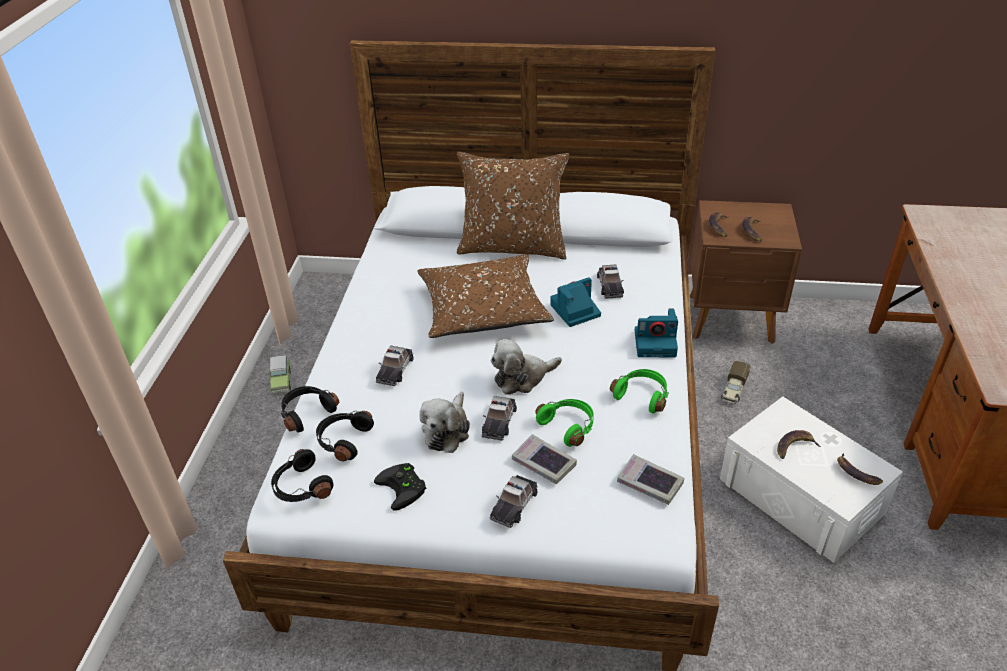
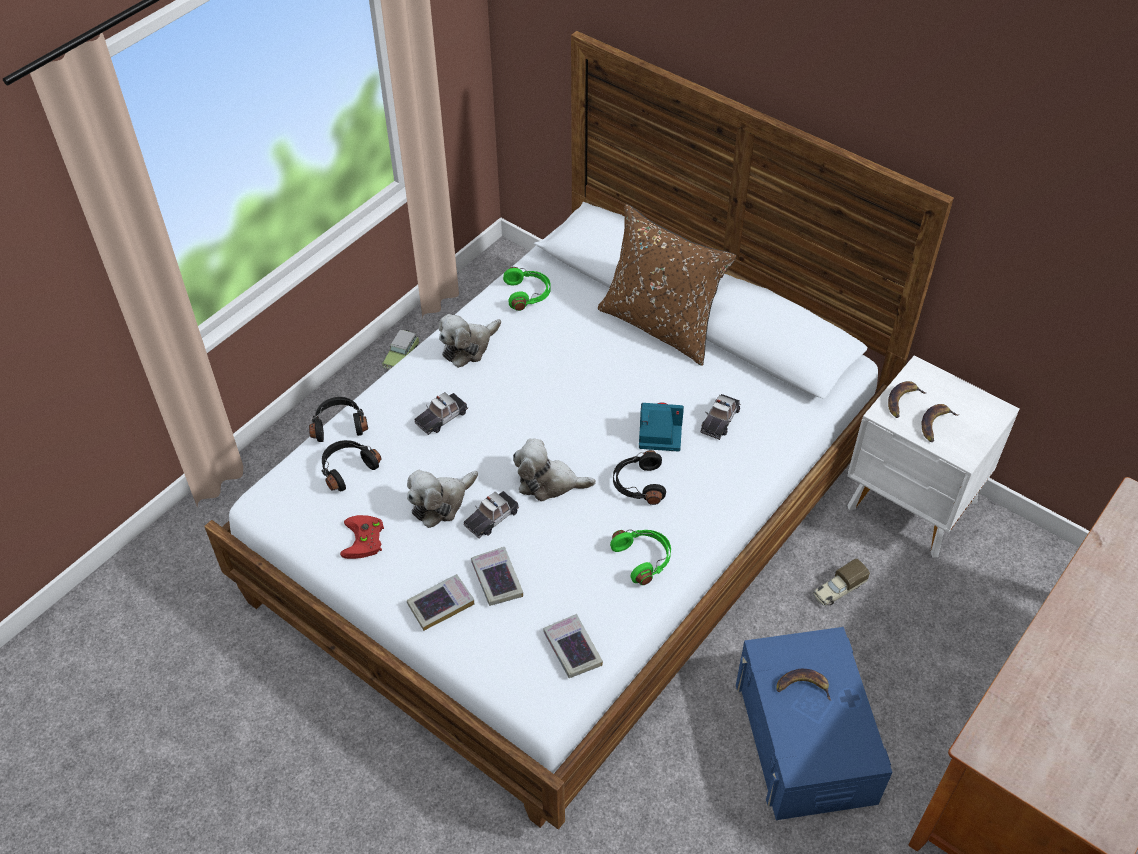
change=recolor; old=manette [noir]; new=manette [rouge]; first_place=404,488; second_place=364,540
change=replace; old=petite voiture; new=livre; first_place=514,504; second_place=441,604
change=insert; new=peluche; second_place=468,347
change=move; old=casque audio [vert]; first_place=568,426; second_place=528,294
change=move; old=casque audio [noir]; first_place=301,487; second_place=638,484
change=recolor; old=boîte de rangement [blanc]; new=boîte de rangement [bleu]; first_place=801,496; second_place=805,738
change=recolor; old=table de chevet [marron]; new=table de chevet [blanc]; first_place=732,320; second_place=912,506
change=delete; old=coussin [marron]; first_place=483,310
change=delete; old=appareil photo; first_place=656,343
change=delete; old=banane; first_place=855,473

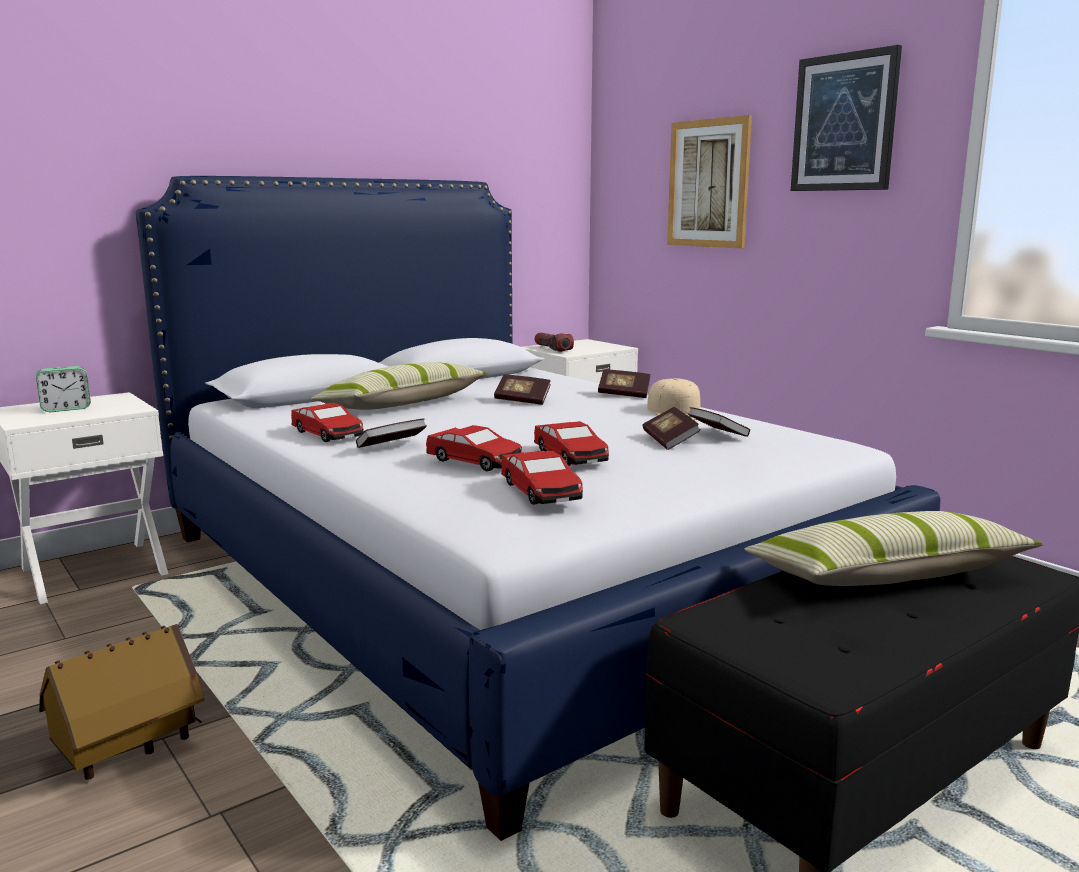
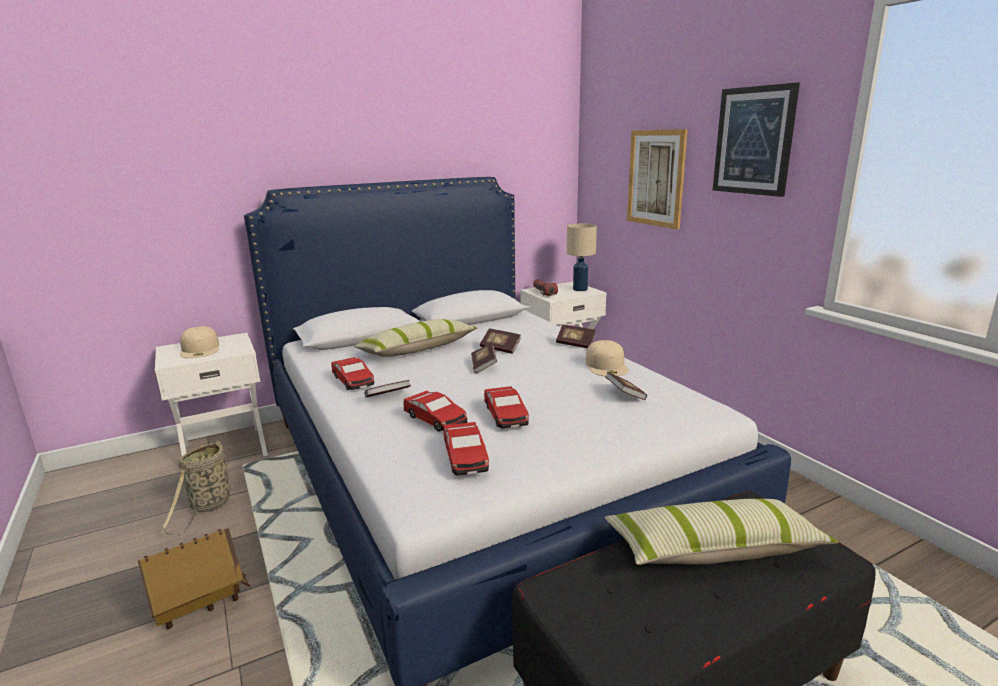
change=insert; new=panier; second_place=209,506
change=replace; old=réveil; new=casquette [beige]; first_place=66,409; second_place=200,349
change=move; old=livre; first_place=670,441; second_place=484,365
change=insert; new=lampe de table [beige]; second_place=580,289

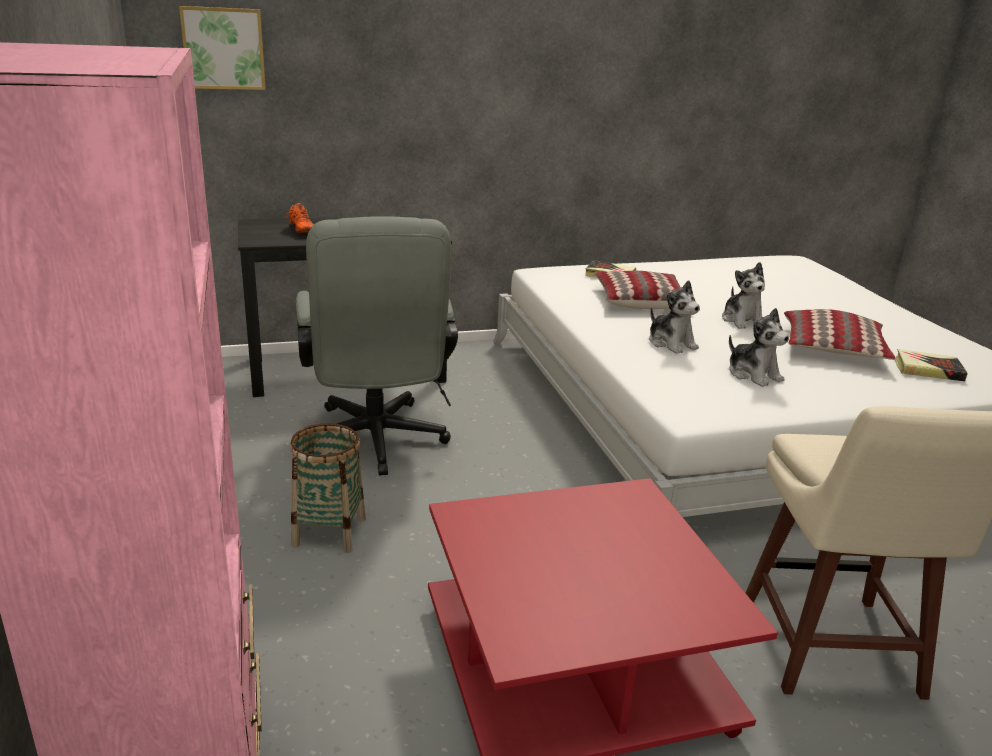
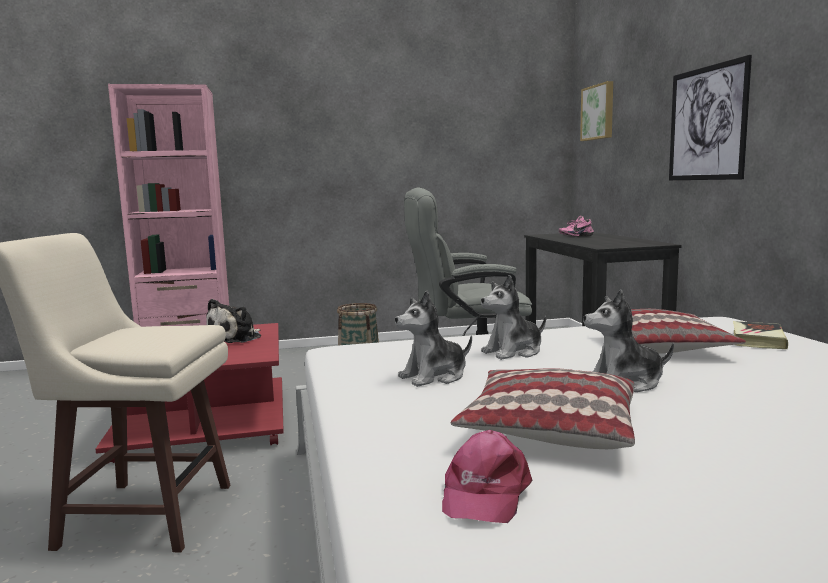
change=insert; new=peluche; second_place=236,338
change=replace; old=livre; new=casquette [rose]; first_place=928,370; second_place=484,492
change=recolor; old=chaussure [orange]; new=chaussure [rose]; first_place=299,231; second_place=575,236
change=insert; new=tableau; second_place=707,123

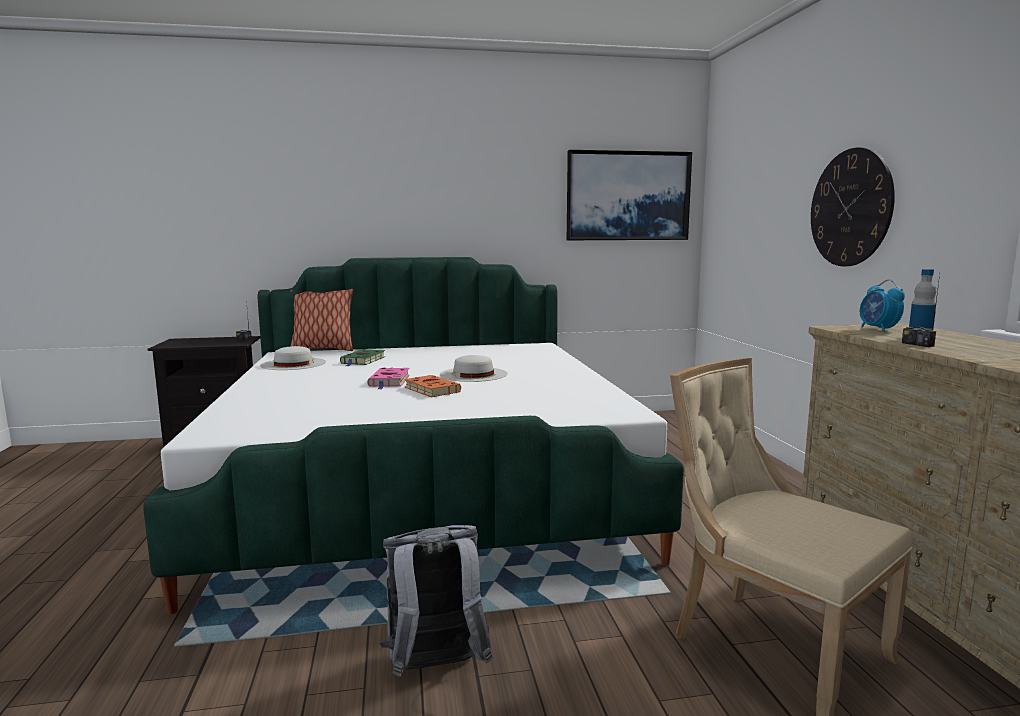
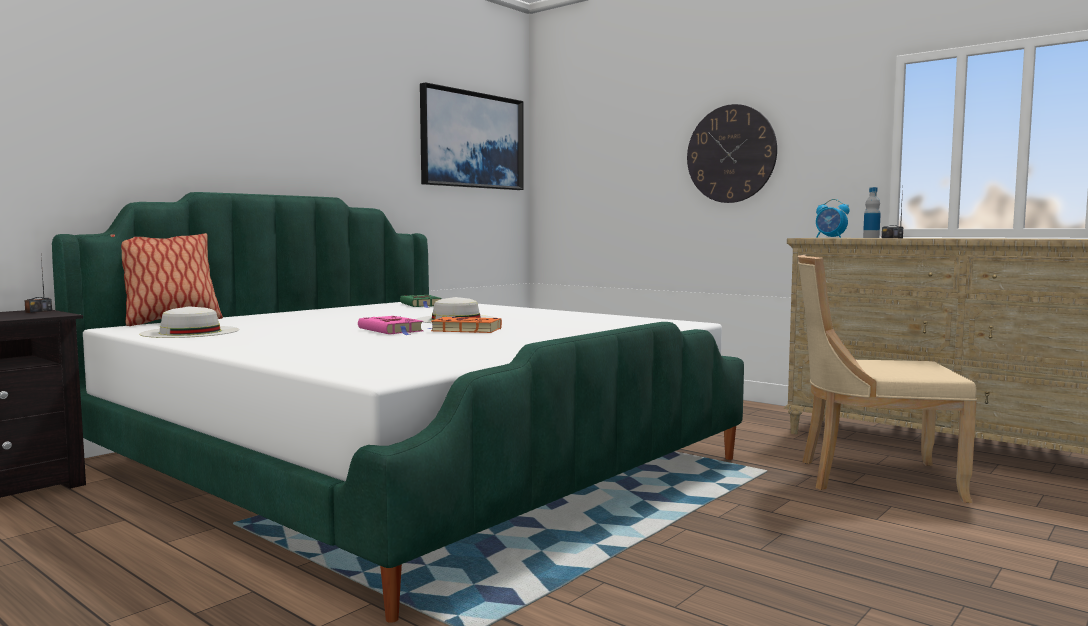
change=move; old=livre [vert]; first_place=363,360; second_place=421,305
change=delete; old=sac à dos [gris]; first_place=436,669

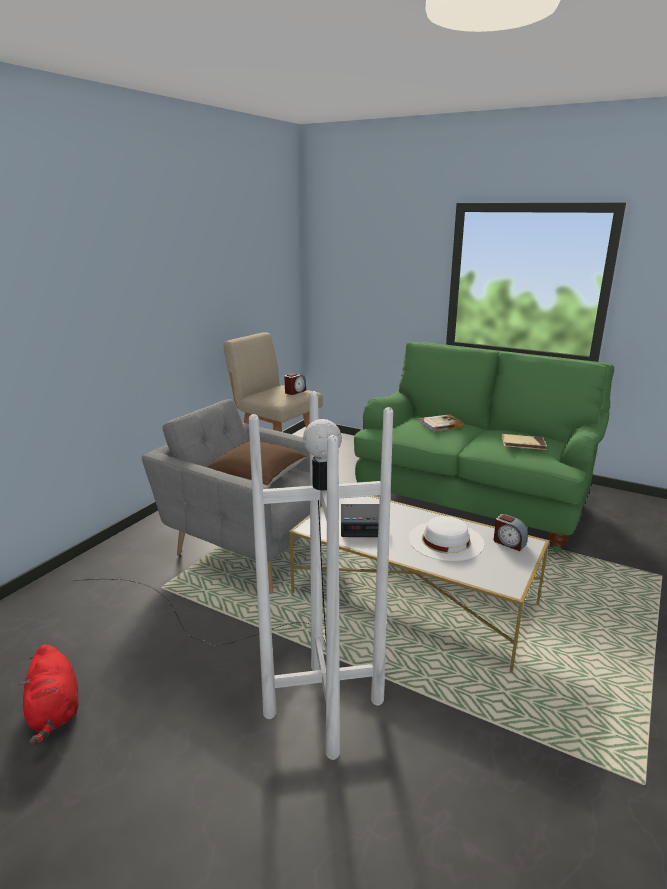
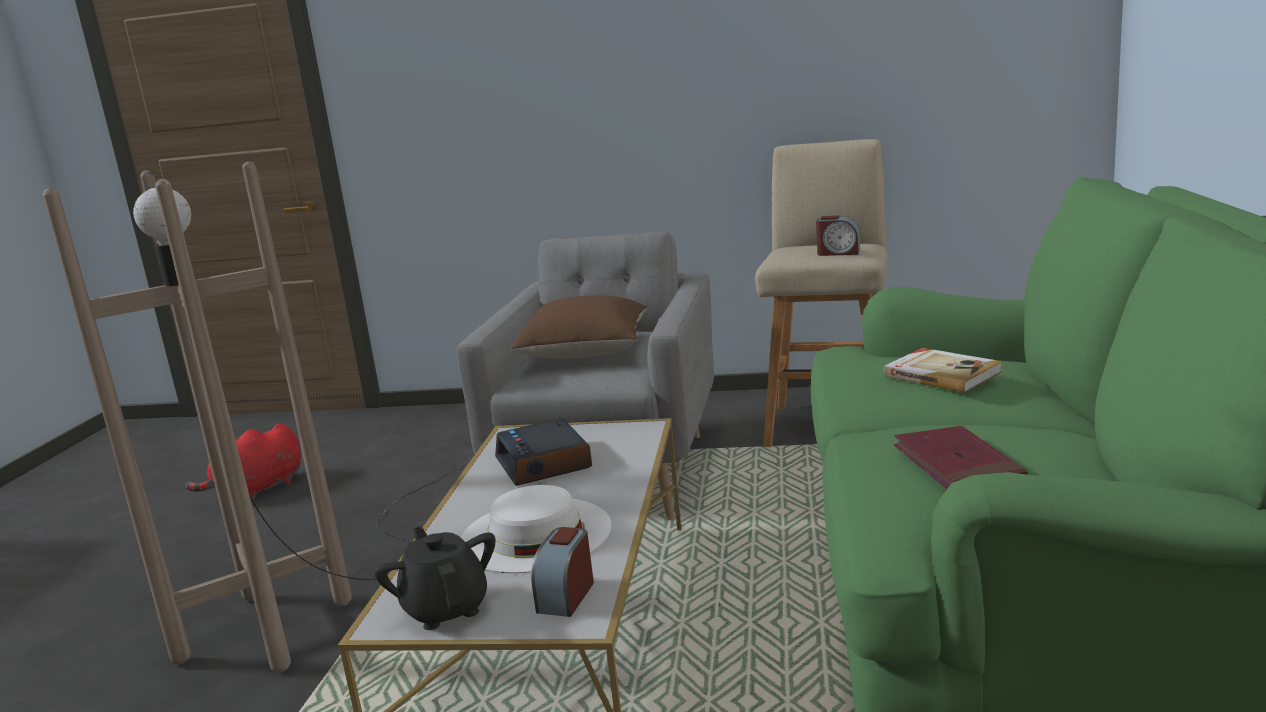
change=recolor; old=lampadaire [blanc]; new=lampadaire [marron]; first_place=262,661; second_place=354,563
change=insert; new=théière [noir]; second_place=446,608
change=recolor; old=livre [beige]; new=livre [rouge]; first_place=523,444; second_place=957,465

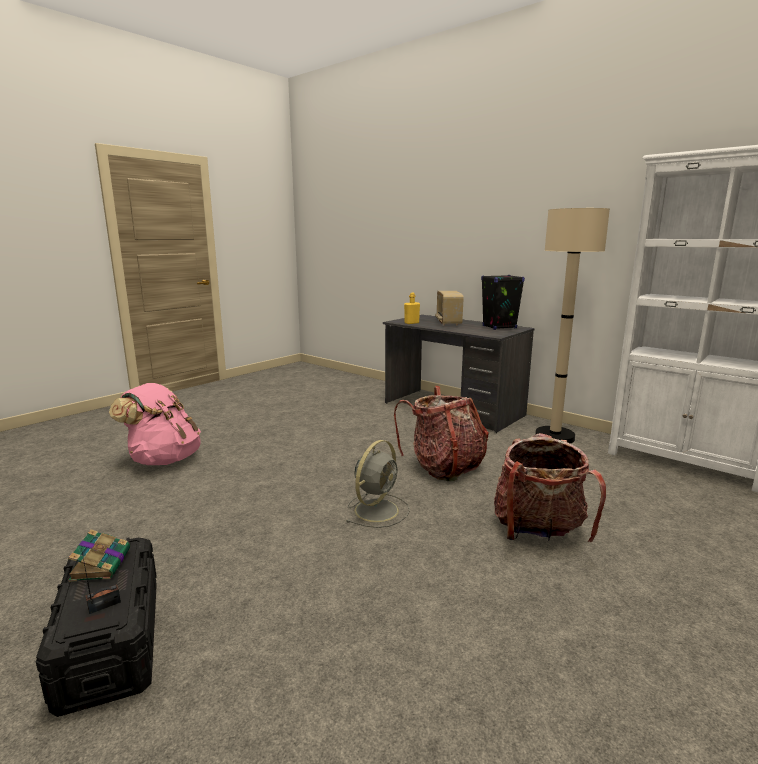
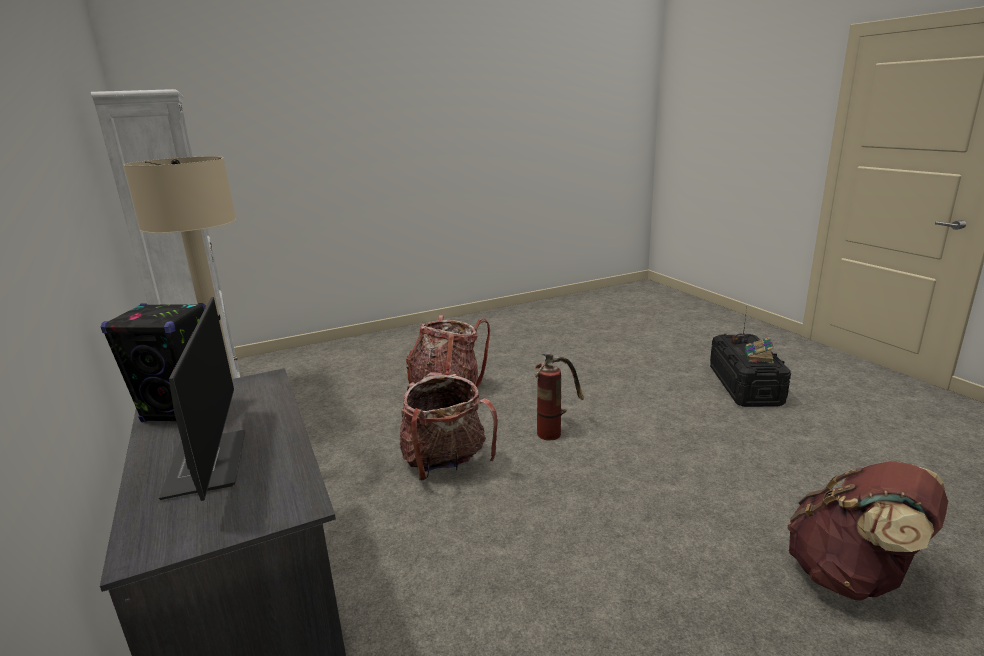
change=replace; old=radio; new=écran d'ordinateur; first_place=448,322; second_place=206,463
change=replace; old=ventilateur [gris]; new=extincteur; first_place=377,509; second_place=554,429
change=recolor; old=sac à dos [rose]; new=sac à dos [marron]; first_place=164,459; second_place=852,576
change=delete; old=bouteille [jaune]; first_place=411,323

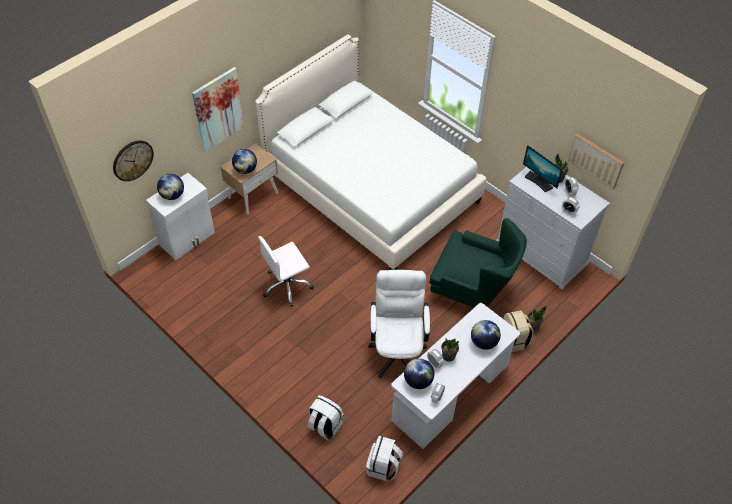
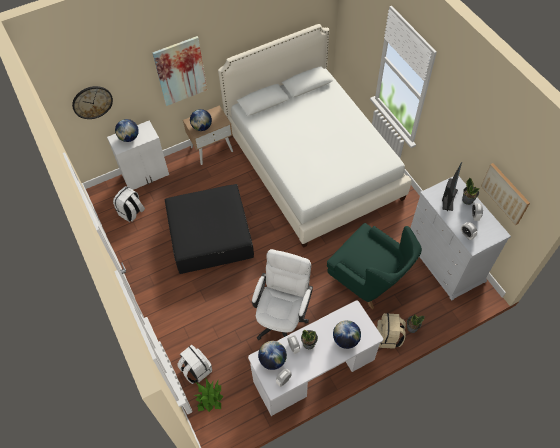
change=move; old=sac à dos [blanc]; first_place=383,467; second_place=132,212
change=replace; old=chaise de bureau [blanc]; new=pouf [noir]; first_place=287,286; second_place=210,236
change=insert; new=plante en pot; second_place=209,397
change=rotate; old=écran d'ordinateur; first_place=539,181; second_place=448,198; degrees=-135

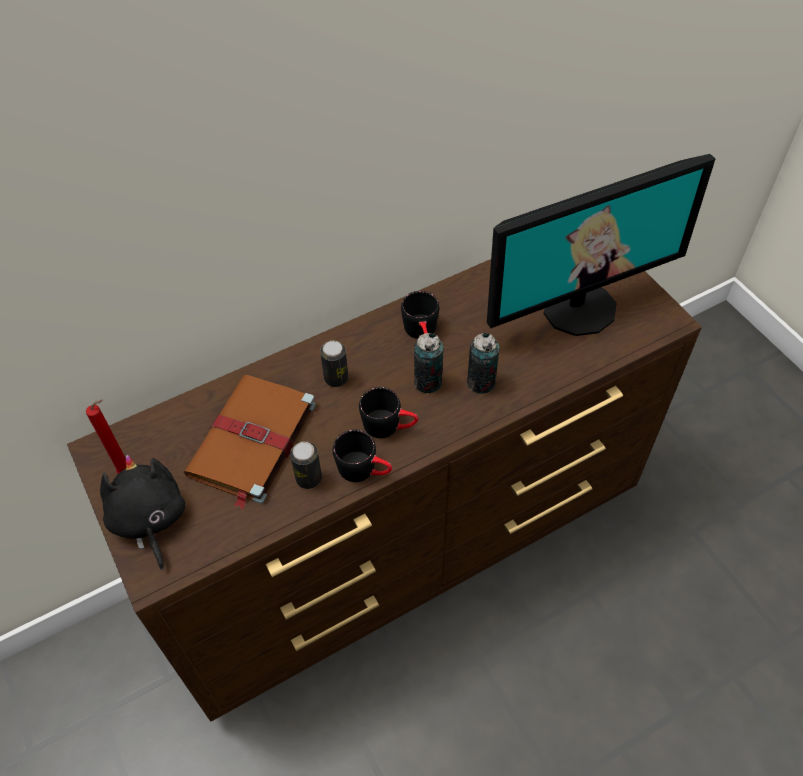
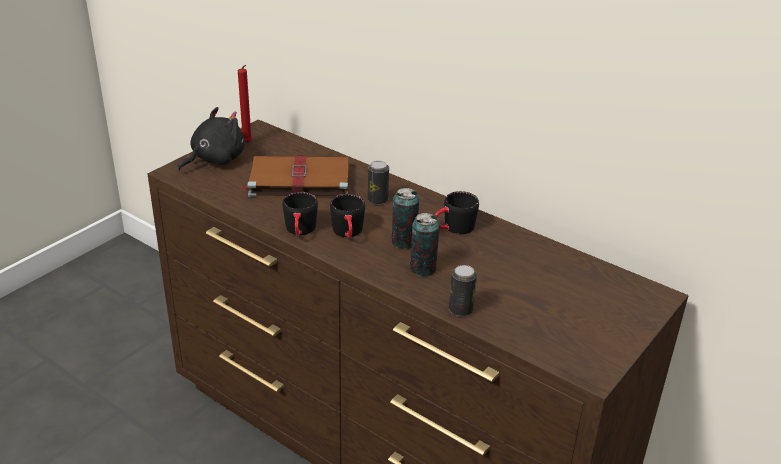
change=move; old=boîte métallique; first_place=309,478; second_place=461,309
change=delete; old=écran d'ordinateur; first_place=579,308

